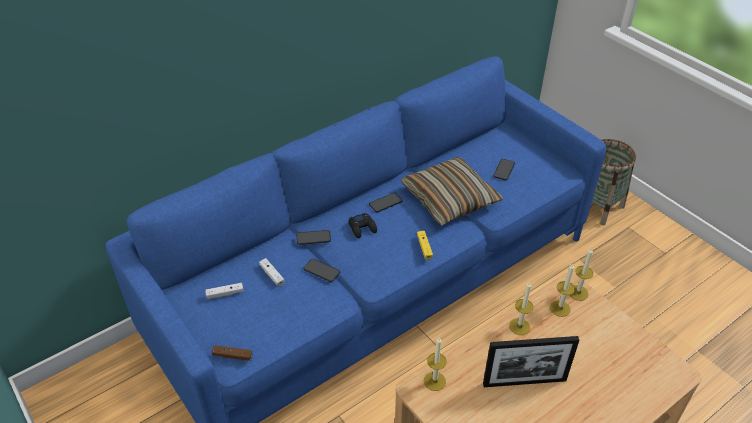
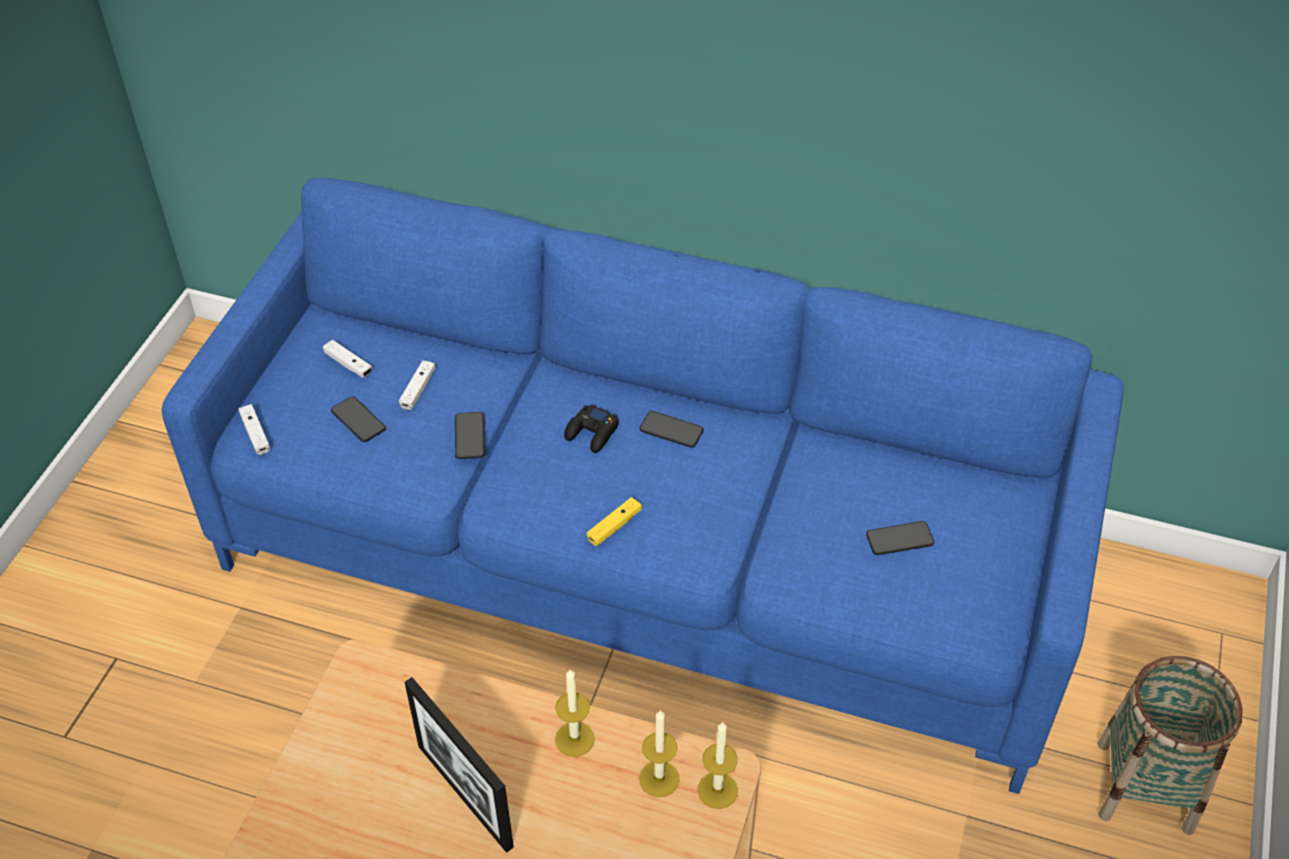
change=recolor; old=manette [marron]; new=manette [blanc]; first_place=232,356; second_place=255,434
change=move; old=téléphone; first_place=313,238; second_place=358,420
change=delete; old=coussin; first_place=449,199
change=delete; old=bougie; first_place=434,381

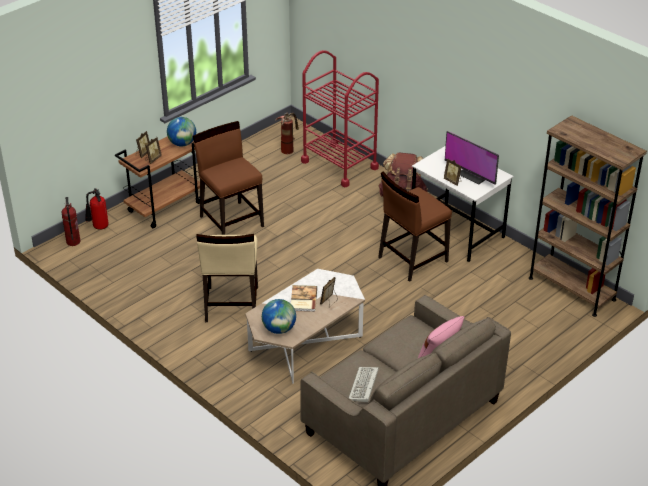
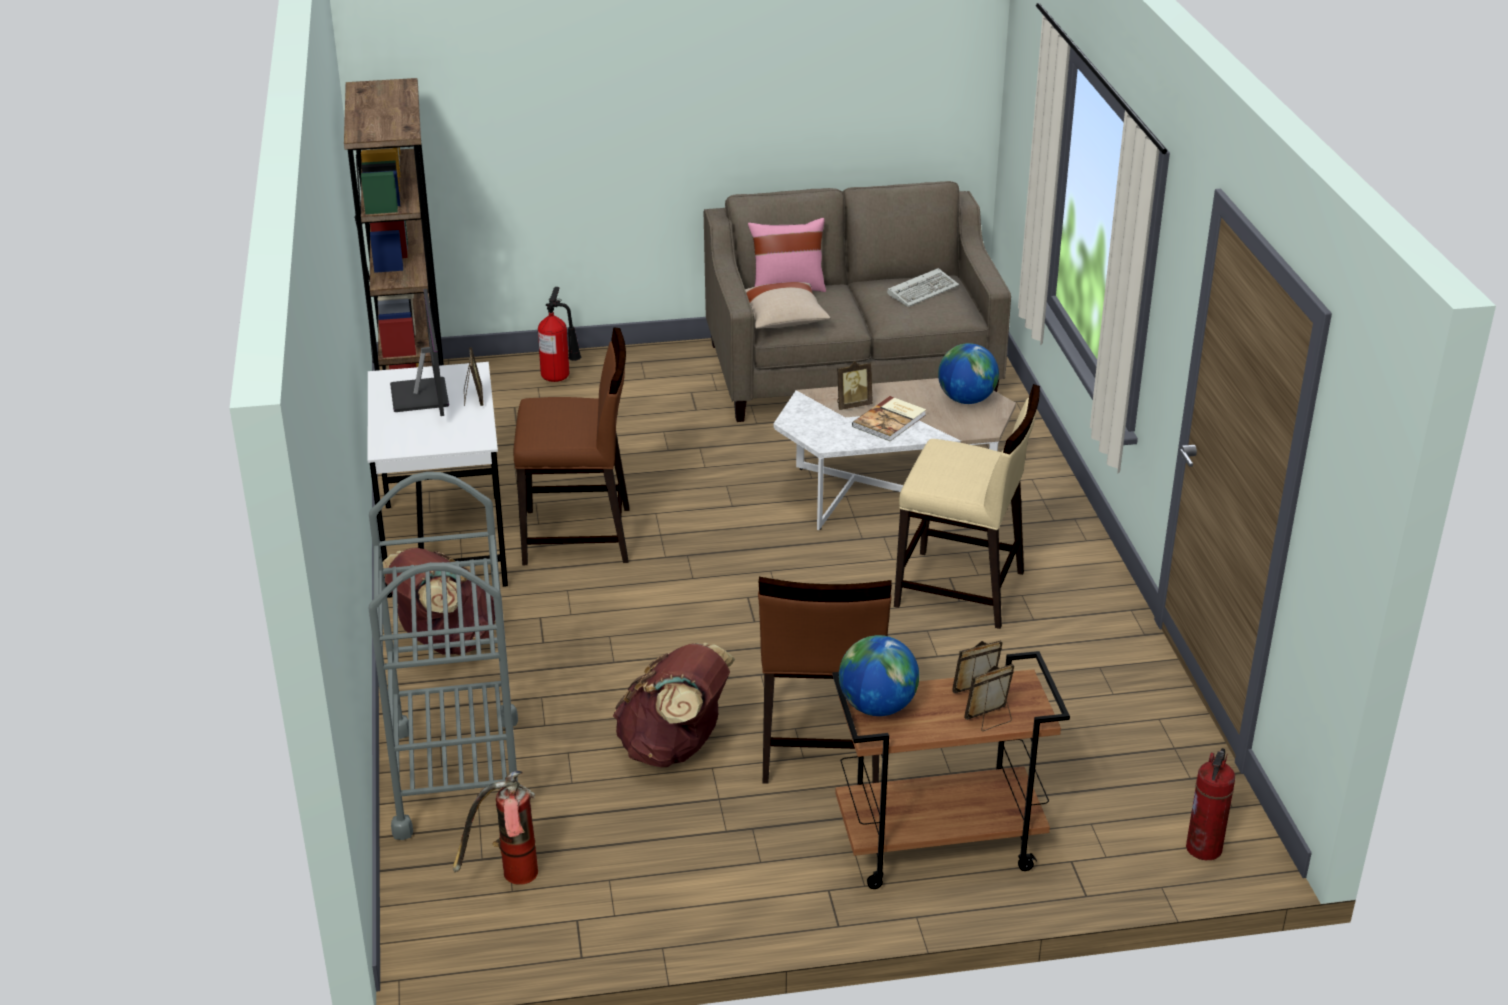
change=recolor; old=chariot [rouge]; new=chariot [gris]; first_place=339,164; second_place=456,776
change=move; old=extincteur; first_place=99,228; second_place=560,377
change=insert; new=sac à dos [marron]; second_place=674,748
change=insert; new=coussin [beige]; second_place=782,320
change=rotate; old=chaise [beige]; first_place=231,304; second_place=961,590; degrees=75

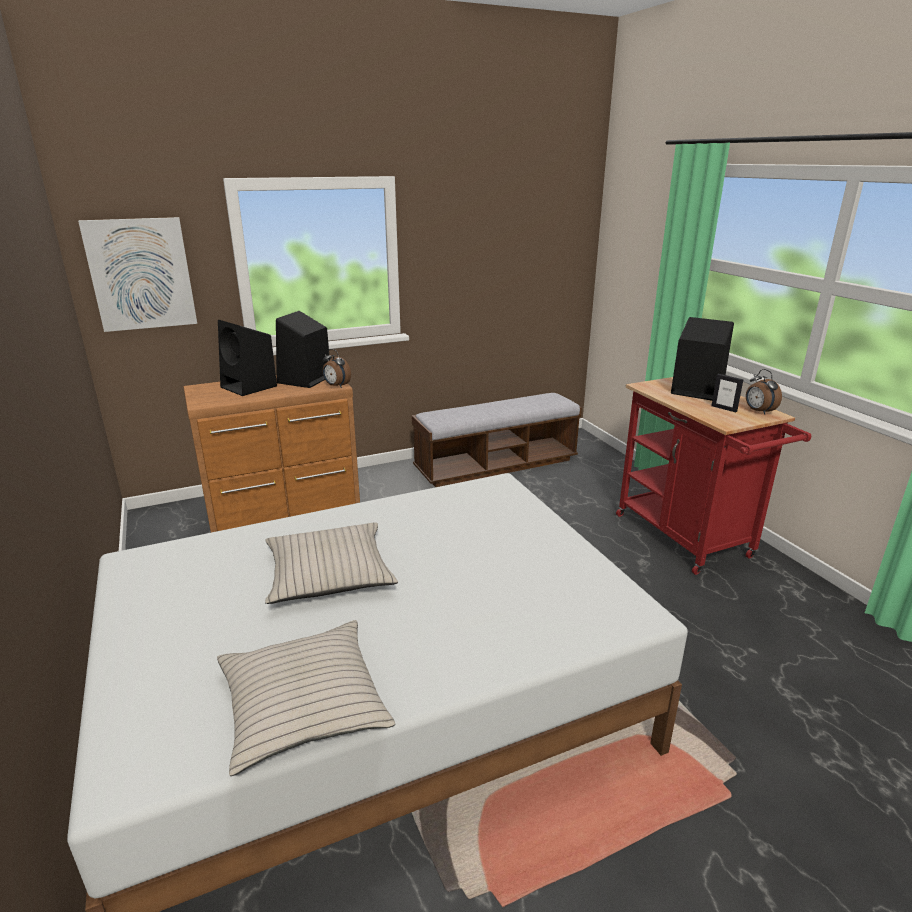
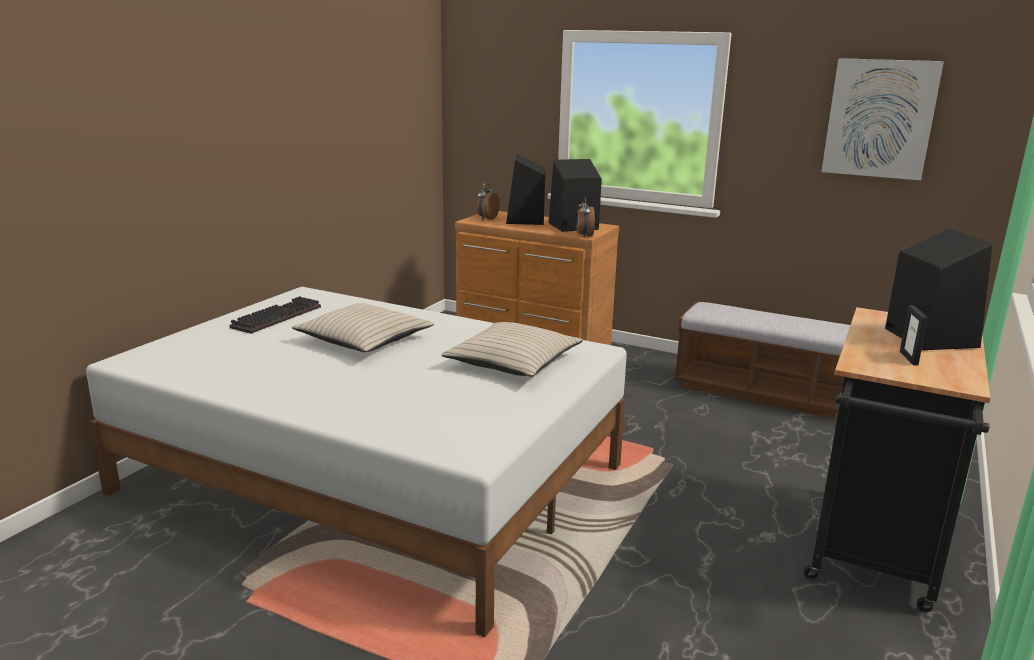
change=insert; new=clavier; second_place=277,316
change=move; old=coussin [beige]; first_place=303,705; second_place=512,362
change=move; old=réveil; first_place=758,411; second_place=487,219
change=recolor; old=chariot [rouge]; new=chariot [noir]; first_place=688,540; second_place=873,553
change=move; old=tableau; first_place=141,274; second_place=880,118

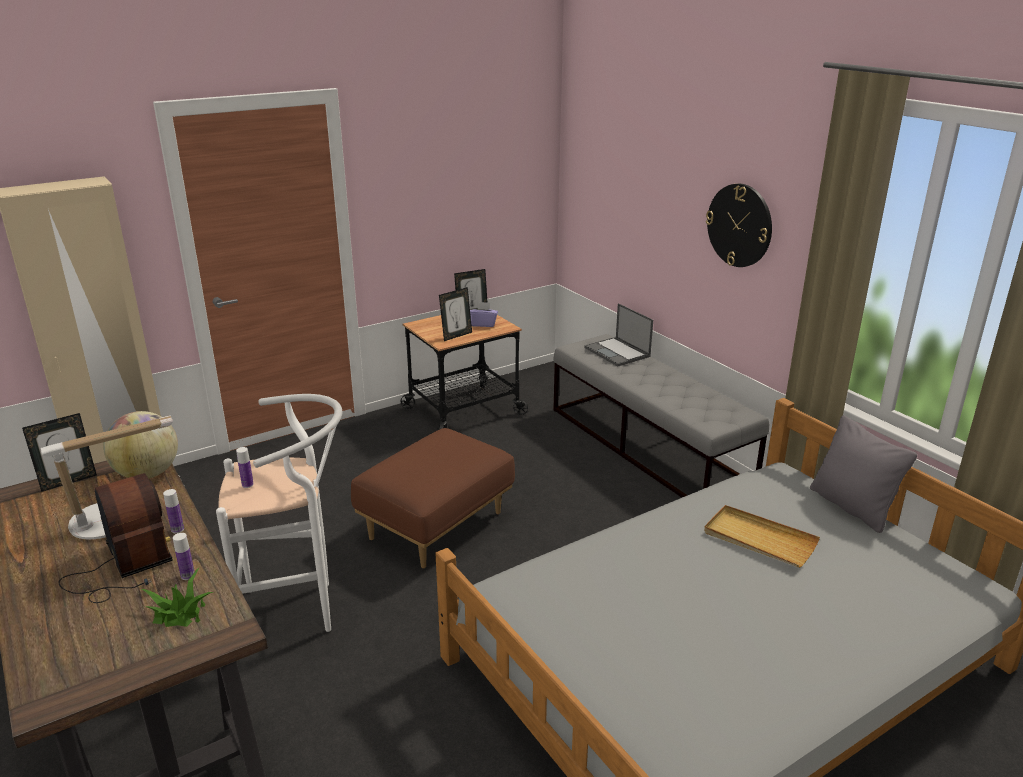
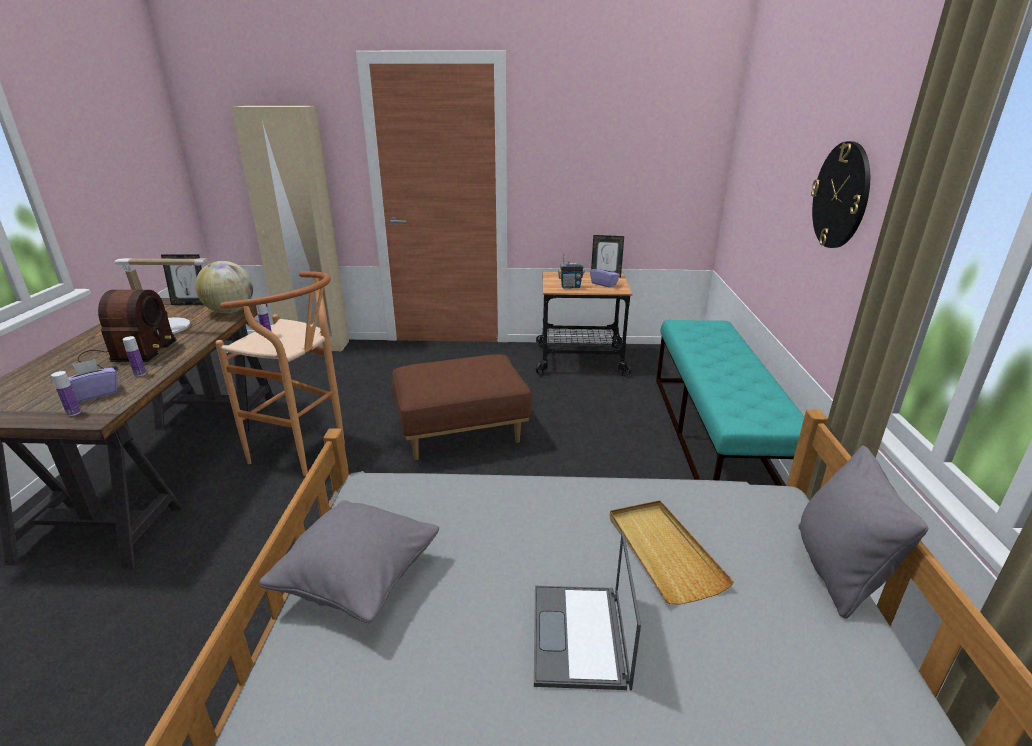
change=move; old=bouteille; first_place=177,529; second_place=74,413
change=replace; old=plante en pot; new=boîte à mouchoirs [violet]; first_place=180,613; second_place=95,393
change=recolor; old=tabouret [blanc]; new=tabouret [marron]; first_place=299,611; second_place=306,453
change=insert; new=coussin [gris]; second_place=358,581
change=move; old=ordinateur portable; first_place=618,352; second_place=580,637
change=replace; old=cadre photo; new=radio; first_place=456,336; second_place=570,287
change=recolor; old=banc [gris]; new=banc [turquoise]; first_place=648,447; second_place=714,437

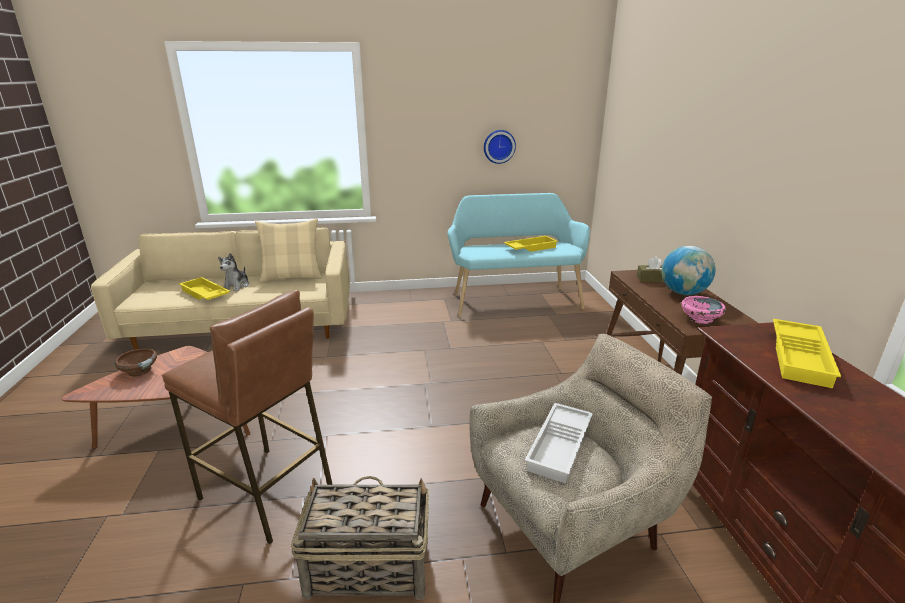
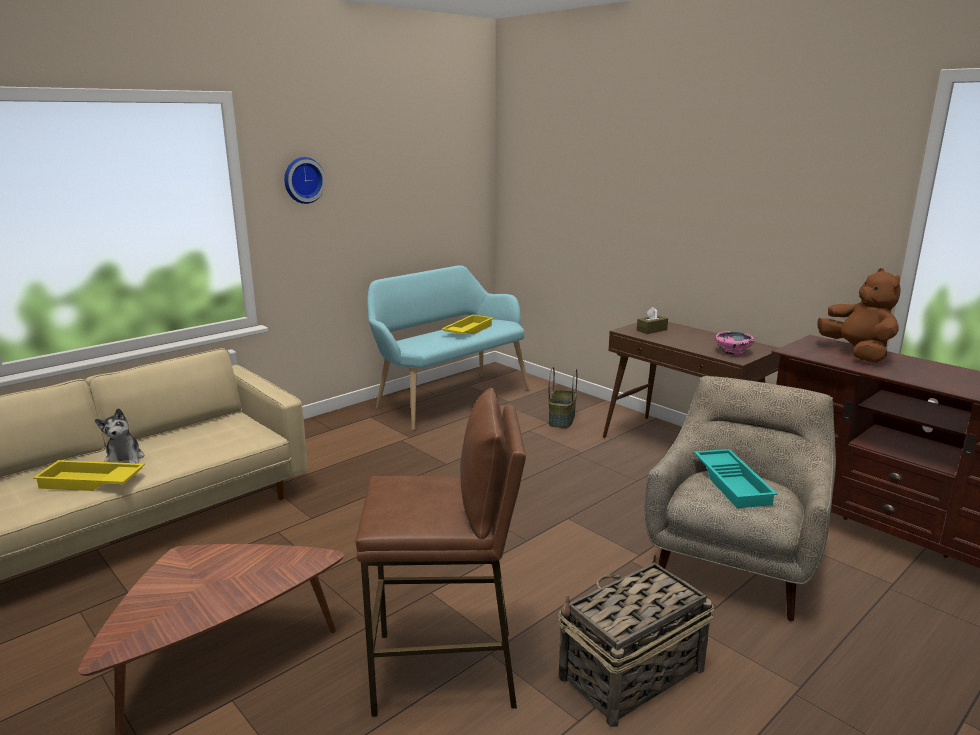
change=move; old=horloge murale; first_place=499,146; second_place=303,180
change=insert; new=panier; second_place=561,419
change=recolor; old=plateau [blanc]; new=plateau [turquoise]; first_place=561,447; second_place=733,483
change=replace; old=plateau [jaune]; new=peluche [marron]; first_place=801,358; second_place=857,353
change=delete; old=bol [marron]; first_place=139,370
change=delete; old=coussin [beige]; first_place=292,277
change=delete; old=globe; first_place=683,293

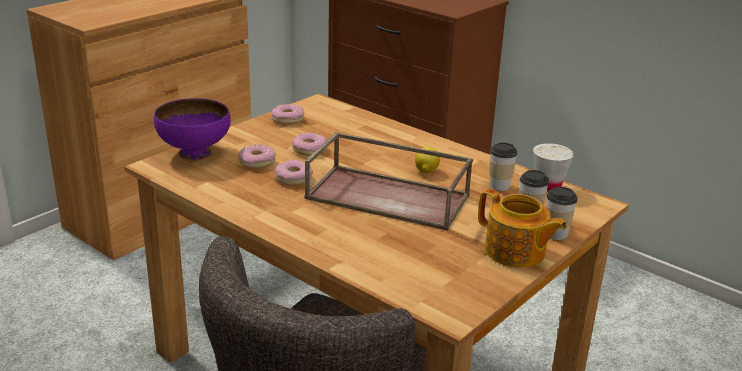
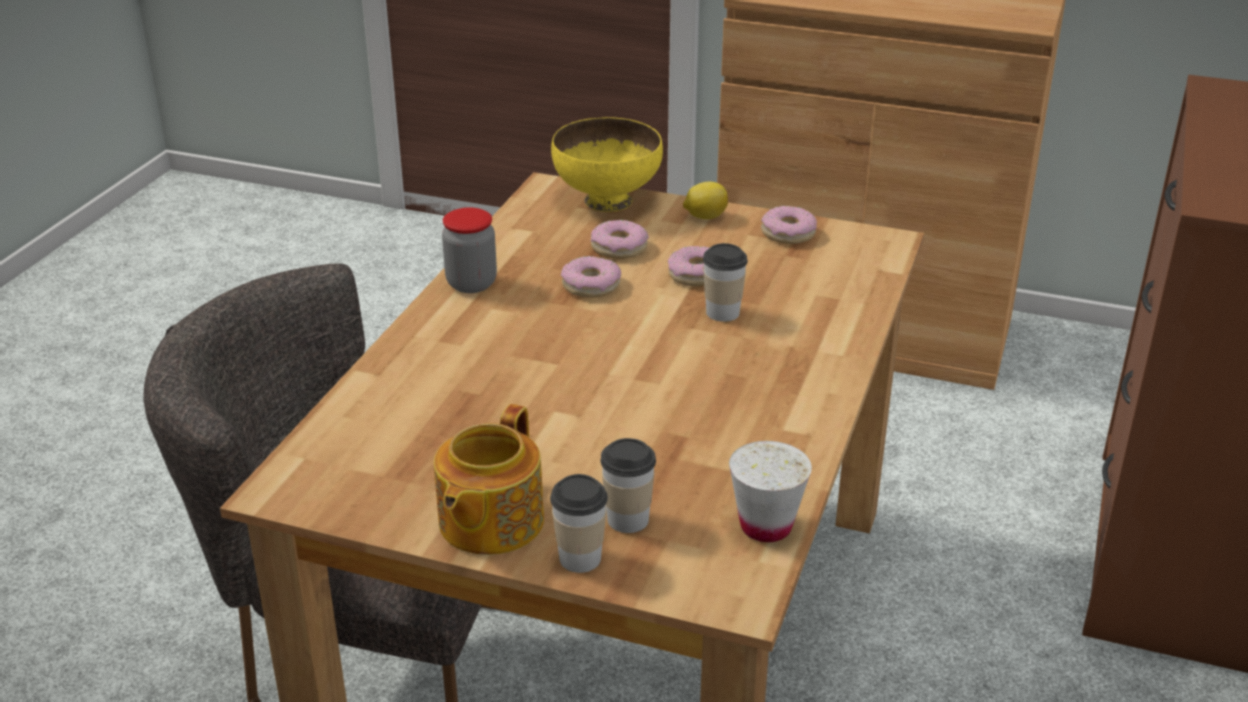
change=insert; new=bocal; second_place=471,283
change=recolor; old=bol [violet]; new=bol [jaune]; first_place=194,153; second_place=606,201
change=move; old=citron; first_place=426,171; second_place=705,217
change=move; old=tasse; first_place=499,185; second_place=722,313
change=delete; old=plateau [marron]; first_place=390,196

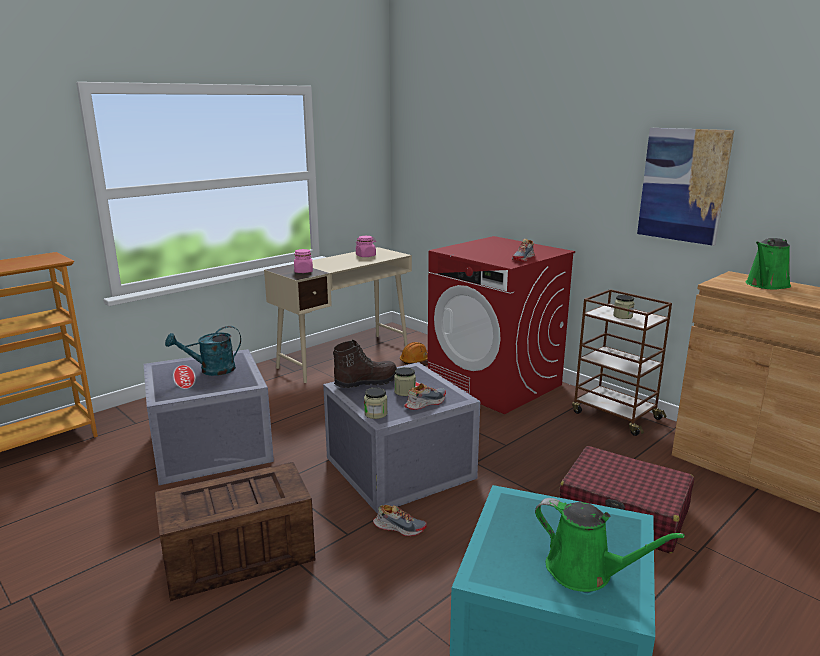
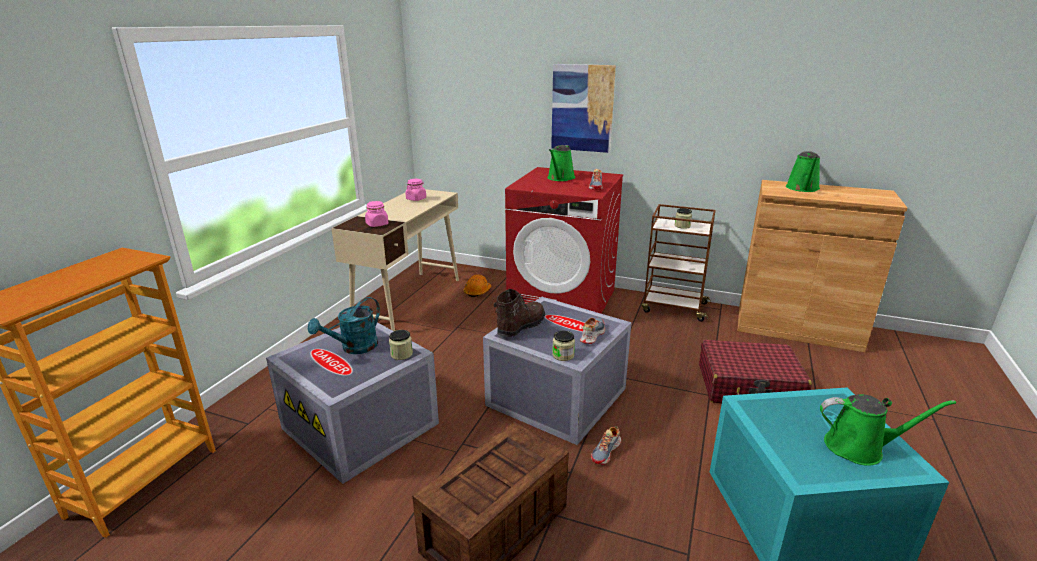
change=move; old=bocal; first_place=405,391; second_place=401,354
change=insert; new=arrosoir [vert]; second_place=560,178
change=move; old=tableau; first_place=683,185; second_place=582,108
change=rotate; old=chaussure; first_place=399,527; second_place=606,452; degrees=135

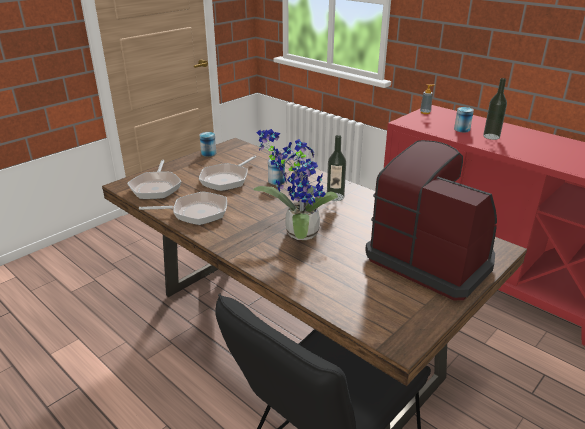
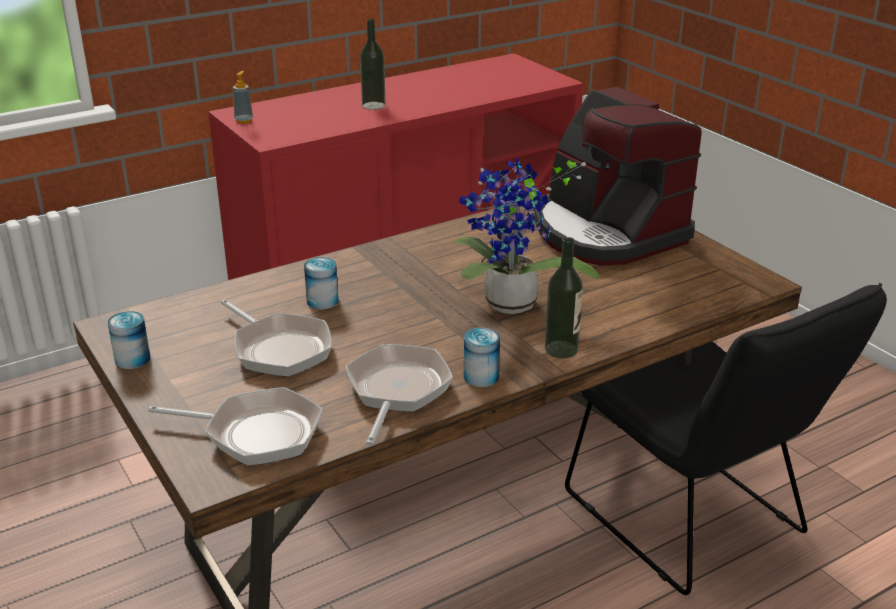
change=move; old=boîte métallique; first_place=462,129; second_place=481,377
change=rotate; old=machine à café; first_place=431,259; second_place=607,232; degrees=-90
change=move; old=bouteille; first_place=335,197; second_place=561,349

